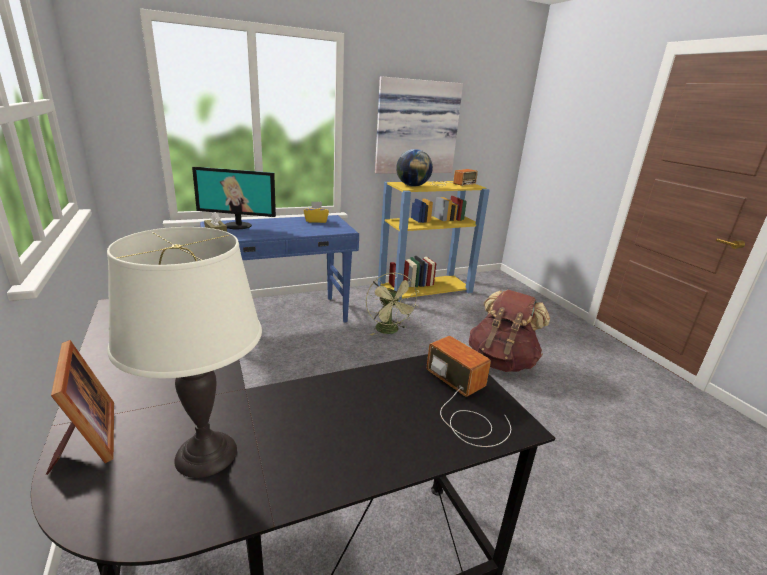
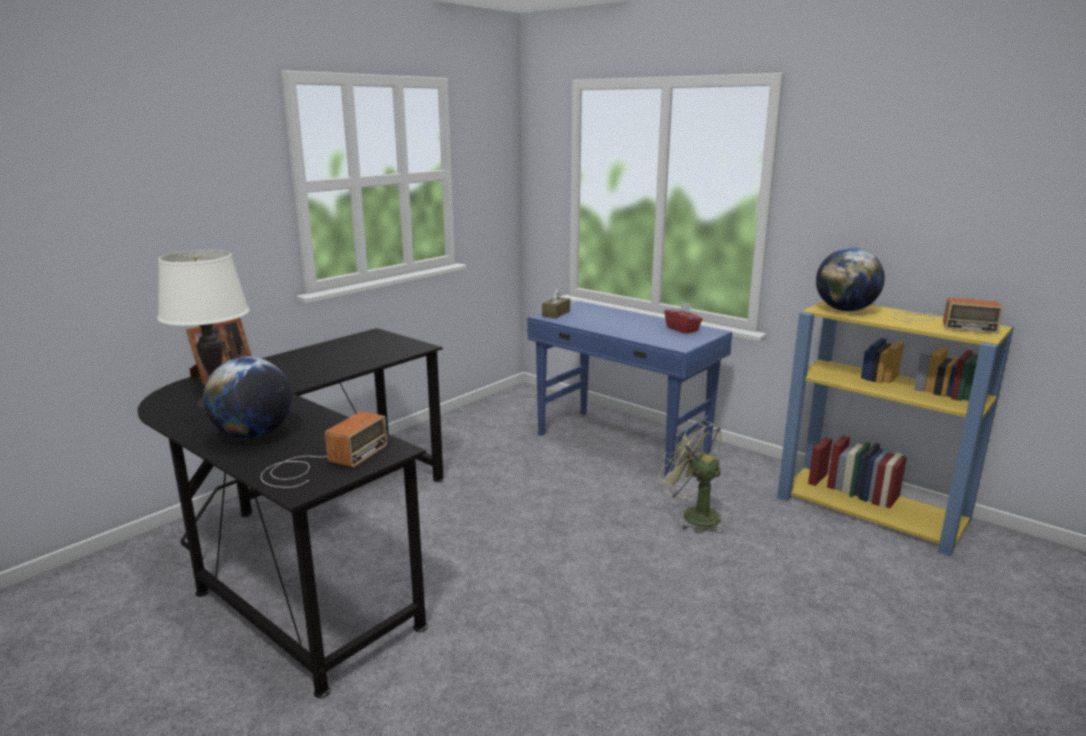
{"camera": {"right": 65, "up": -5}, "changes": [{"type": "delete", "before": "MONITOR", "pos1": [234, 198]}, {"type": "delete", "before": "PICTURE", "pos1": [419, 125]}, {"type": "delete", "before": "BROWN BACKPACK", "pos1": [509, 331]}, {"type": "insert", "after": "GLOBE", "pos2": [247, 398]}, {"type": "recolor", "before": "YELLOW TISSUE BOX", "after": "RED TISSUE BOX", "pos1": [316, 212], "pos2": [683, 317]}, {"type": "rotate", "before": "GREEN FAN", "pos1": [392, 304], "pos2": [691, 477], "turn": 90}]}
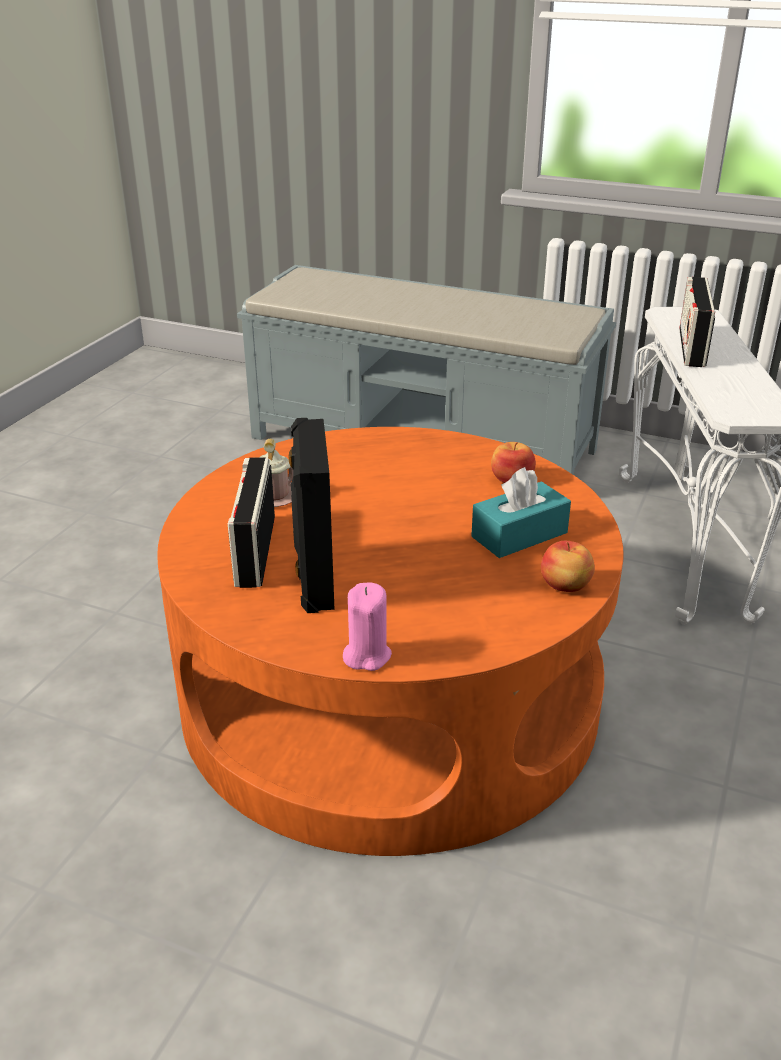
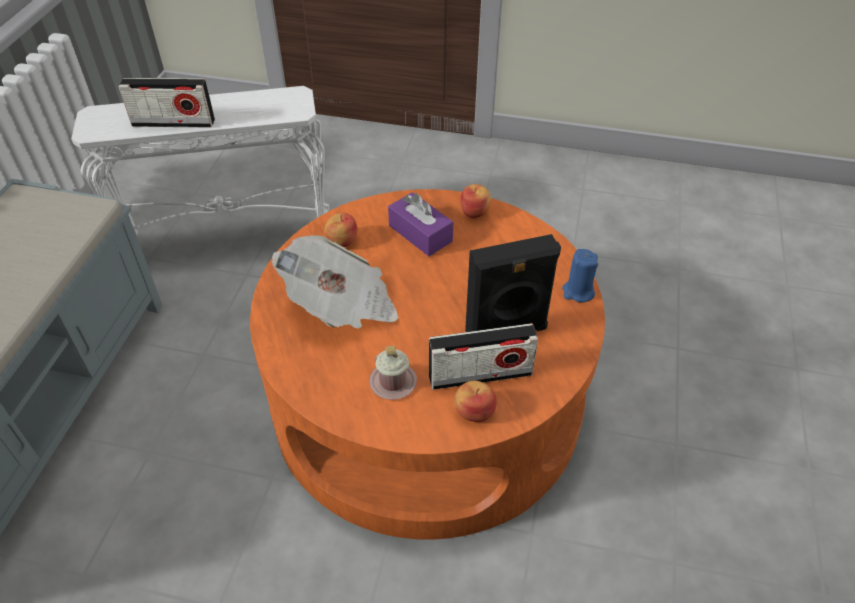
{"camera": {"right": -100, "up": 15}, "changes": [{"type": "insert", "after": "NEWSPAPER", "pos2": [335, 282]}, {"type": "insert", "after": "APPLE", "pos2": [475, 401]}, {"type": "recolor", "before": "PINK CANDLE", "after": "BLUE CANDLE", "pos1": [367, 627], "pos2": [580, 275]}, {"type": "recolor", "before": "TURQUOISE TISSUE BOX", "after": "PURPLE TISSUE BOX", "pos1": [521, 512], "pos2": [420, 224]}]}
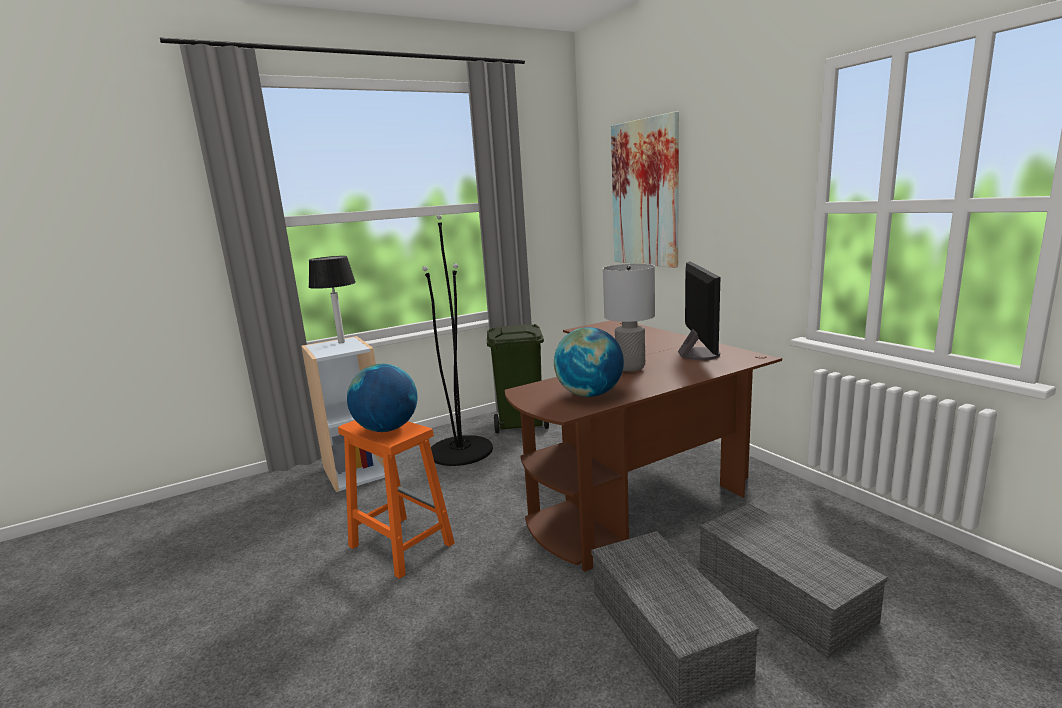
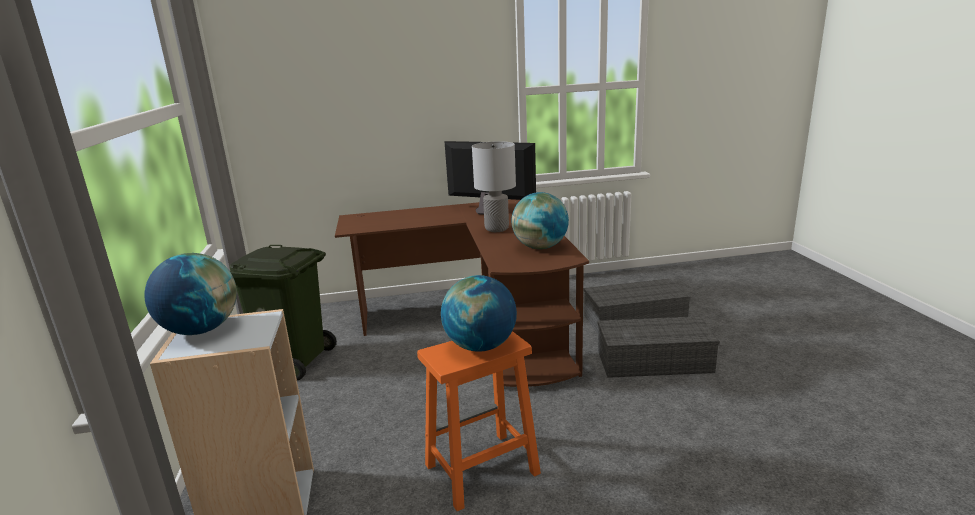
{"camera": {"right": -70, "up": 5}, "changes": [{"type": "delete", "before": "BLACK FLOOR LAMP", "pos1": [457, 340]}, {"type": "delete", "before": "PICTURE", "pos1": [645, 190]}, {"type": "replace", "before": "TABLE LAMP", "after": "GLOBE", "pos1": [332, 299], "pos2": [190, 294]}]}
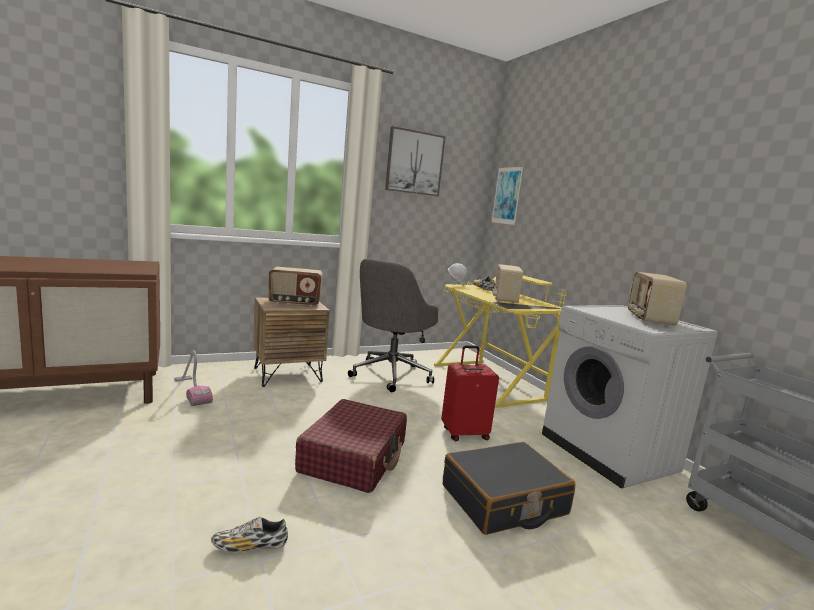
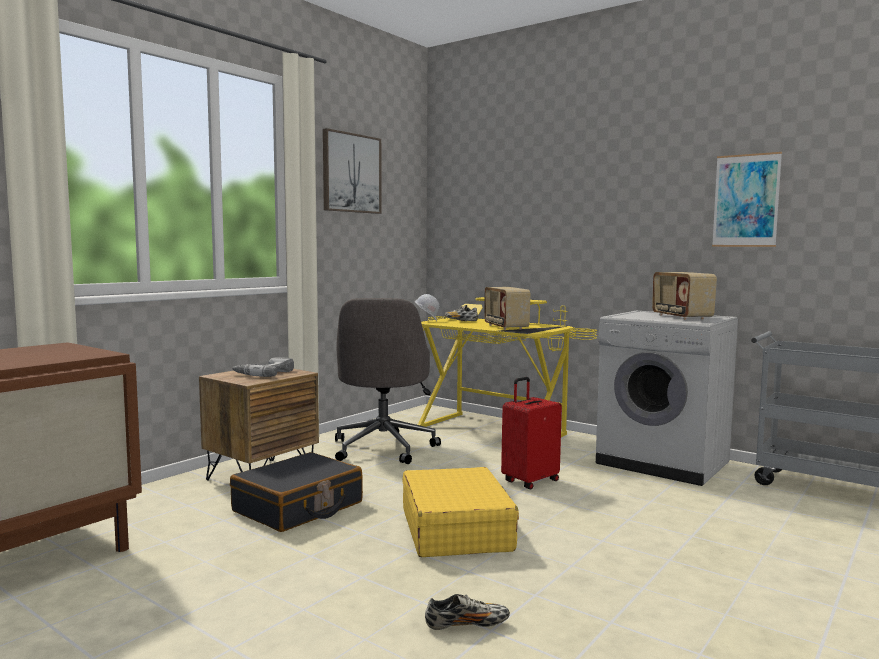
{"camera": {"right": -25, "up": -5}, "changes": [{"type": "delete", "before": "VACUUM CLEANER", "pos1": [193, 378]}, {"type": "move", "before": "BLACK SUITCASE", "pos1": [509, 488], "pos2": [296, 492]}, {"type": "move", "before": "PICTURE", "pos1": [507, 196], "pos2": [747, 199]}, {"type": "replace", "before": "RADIO", "after": "POWER DRILL", "pos1": [295, 287], "pos2": [263, 367]}, {"type": "recolor", "before": "RED SUITCASE", "after": "YELLOW SUITCASE", "pos1": [351, 446], "pos2": [460, 512]}, {"type": "rotate", "before": "SHOE", "pos1": [249, 534], "pos2": [467, 612], "turn": -150}]}
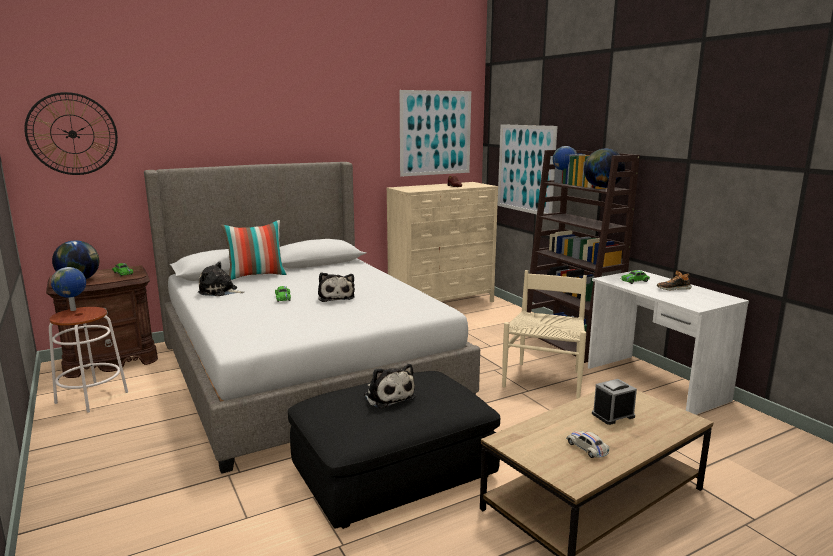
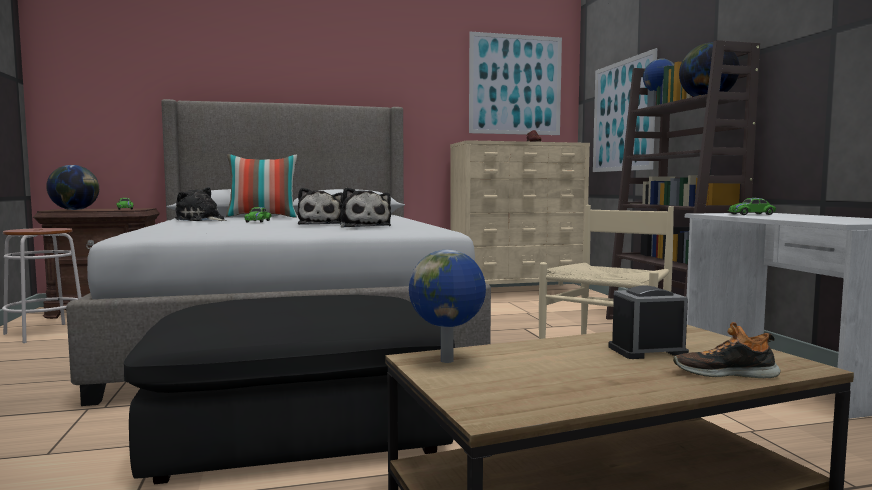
{"camera": {"right": 15, "up": -10}, "changes": [{"type": "delete", "before": "WALL CLOCK", "pos1": [71, 133]}, {"type": "delete", "before": "WHITE TOY CAR", "pos1": [588, 444]}, {"type": "move", "before": "GLOBE", "pos1": [68, 289], "pos2": [447, 306]}, {"type": "move", "before": "PLUSH TOY", "pos1": [390, 386], "pos2": [365, 207]}, {"type": "move", "before": "SHOE", "pos1": [674, 280], "pos2": [726, 350]}]}
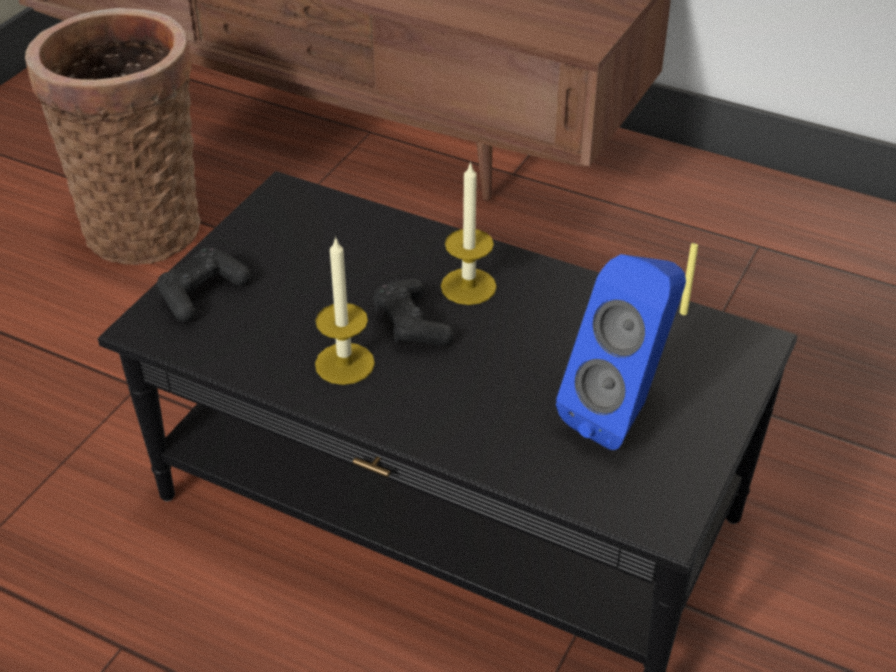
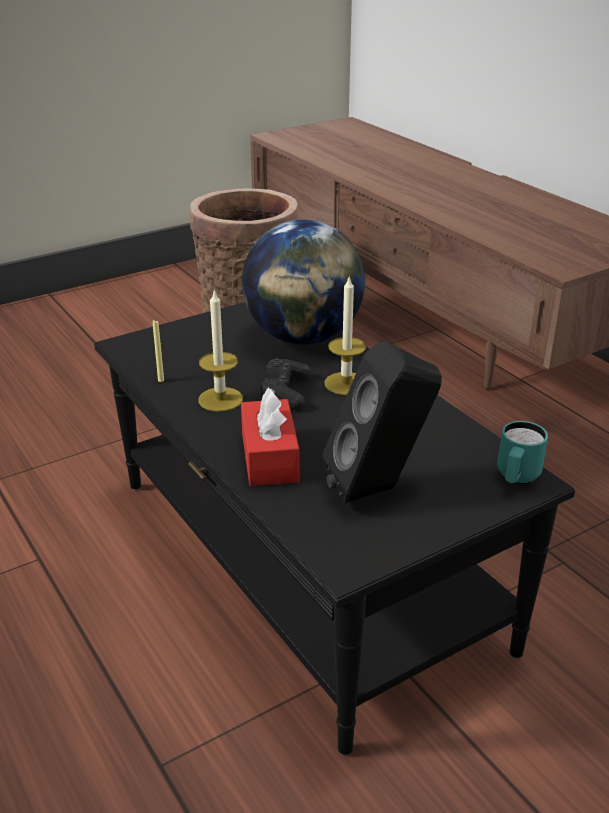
{"camera": {"right": 30, "up": -10}, "changes": [{"type": "delete", "before": "BLACK GAME CONTROLLER", "pos1": [204, 284]}, {"type": "insert", "after": "RED TISSUE BOX", "pos2": [270, 437]}, {"type": "insert", "after": "GLOBE", "pos2": [303, 282]}, {"type": "insert", "after": "TURQUOISE MUG", "pos2": [523, 453]}, {"type": "move", "before": "YELLOW CANDLE", "pos1": [689, 279], "pos2": [158, 351]}, {"type": "recolor", "before": "BLUE SPEAKER", "after": "BLACK SPEAKER", "pos1": [621, 352], "pos2": [382, 422]}]}
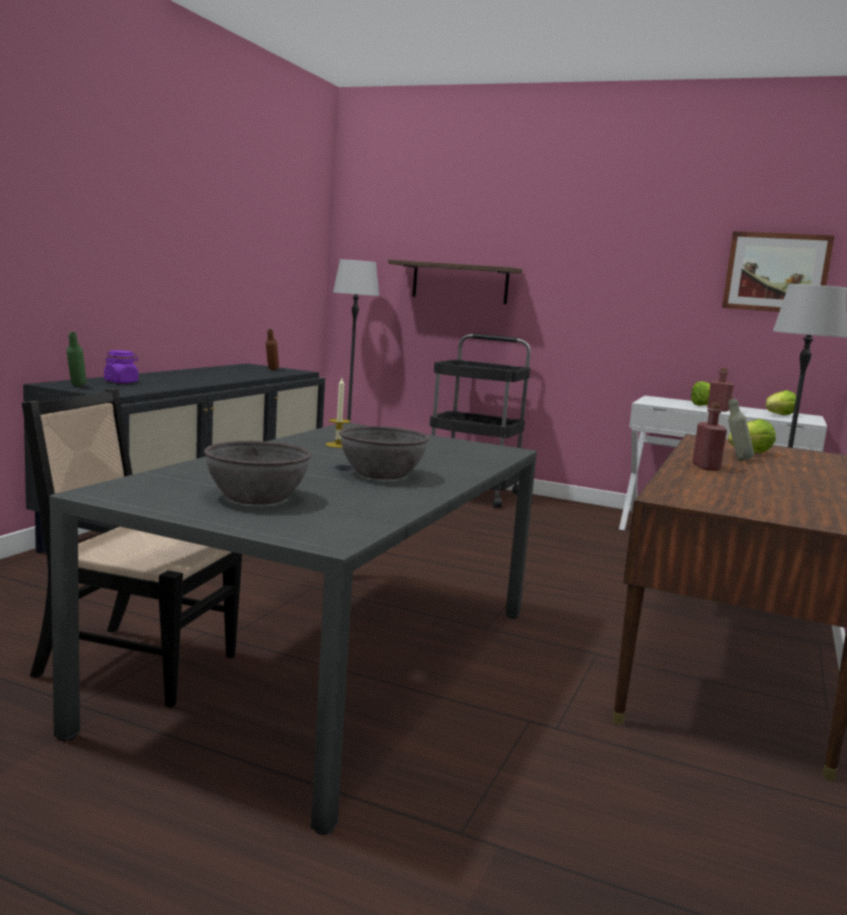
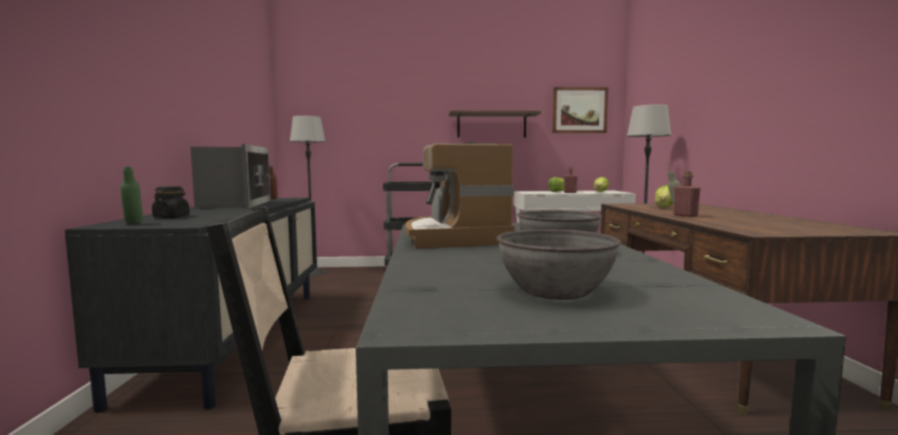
{"camera": {"right": -25, "up": -5}, "changes": [{"type": "insert", "after": "MICROWAVE", "pos2": [230, 176]}, {"type": "move", "before": "SHELF", "pos1": [455, 282], "pos2": [495, 124]}, {"type": "replace", "before": "CANDLE", "after": "COFFEE MACHINE", "pos1": [338, 413], "pos2": [460, 195]}, {"type": "recolor", "before": "PURPLE JAR", "after": "BLACK JAR", "pos1": [121, 367], "pos2": [171, 202]}]}
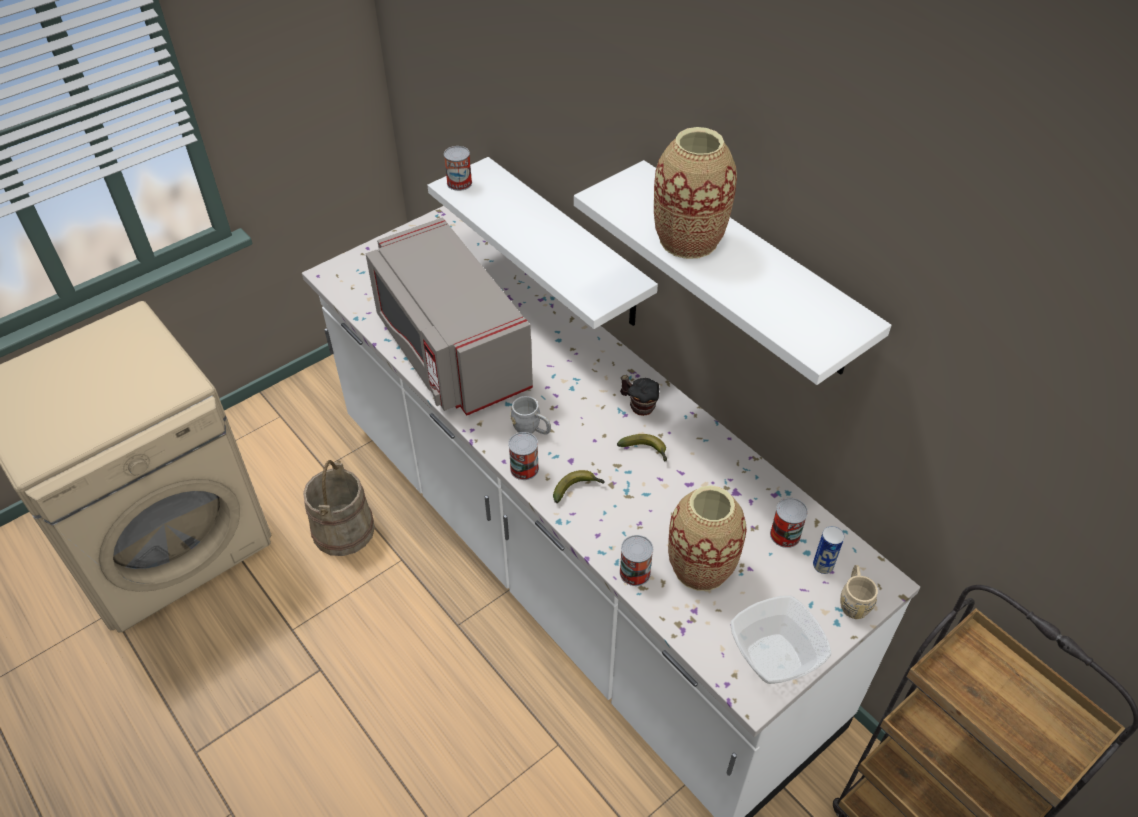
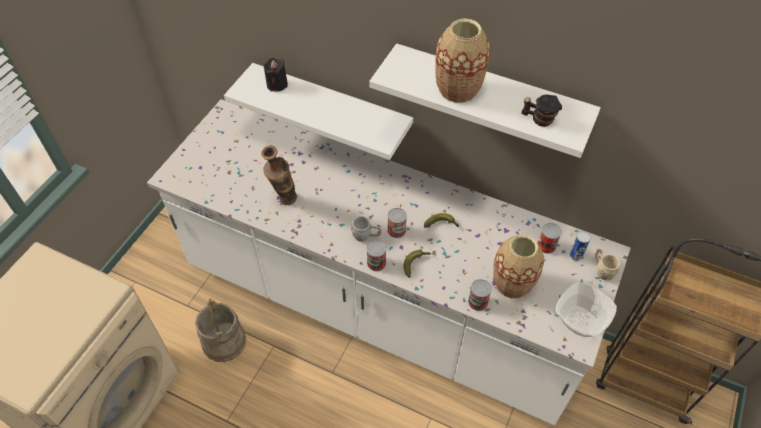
{"camera": {"right": -25, "up": 5}, "changes": [{"type": "insert", "after": "BLACK CANDLE", "pos2": [276, 75]}, {"type": "move", "before": "CAN", "pos1": [458, 168], "pos2": [397, 223]}, {"type": "move", "before": "MUG", "pos1": [639, 395], "pos2": [541, 111]}, {"type": "replace", "before": "GREY MICROWAVE", "after": "VASE", "pos1": [449, 316], "pos2": [279, 175]}]}
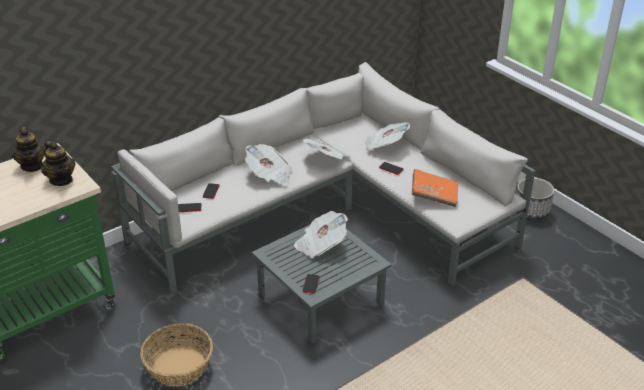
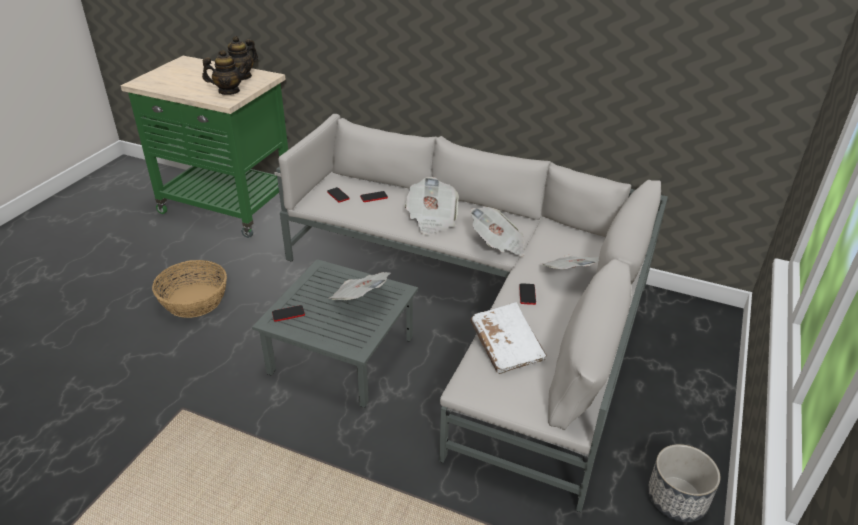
{"camera": {"right": 60, "up": 0}, "changes": [{"type": "recolor", "before": "ORANGE BOOK", "after": "WHITE BOOK", "pos1": [435, 188], "pos2": [508, 338]}, {"type": "rotate", "before": "TEAPOT", "pos1": [58, 163], "pos2": [225, 72], "turn": -120}]}
